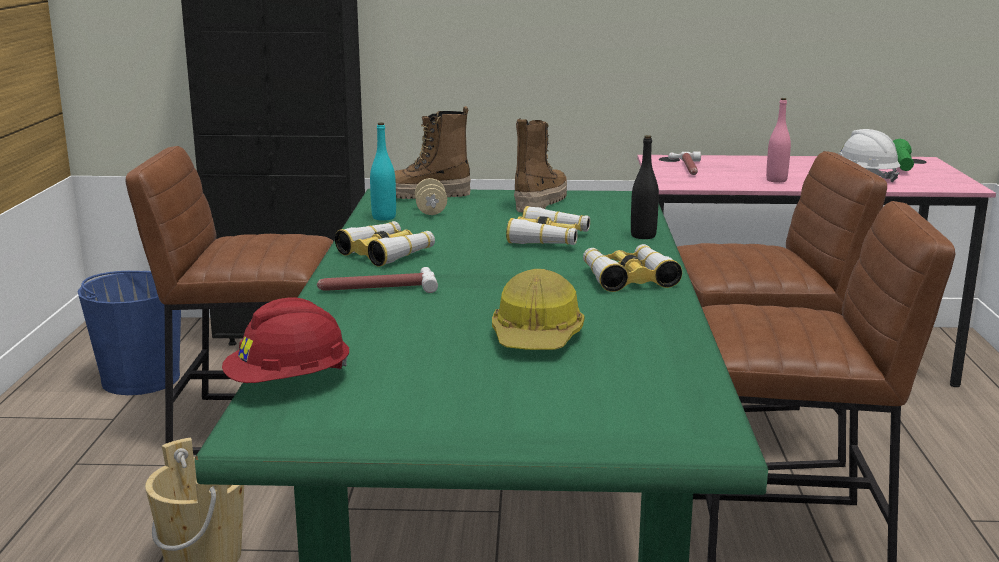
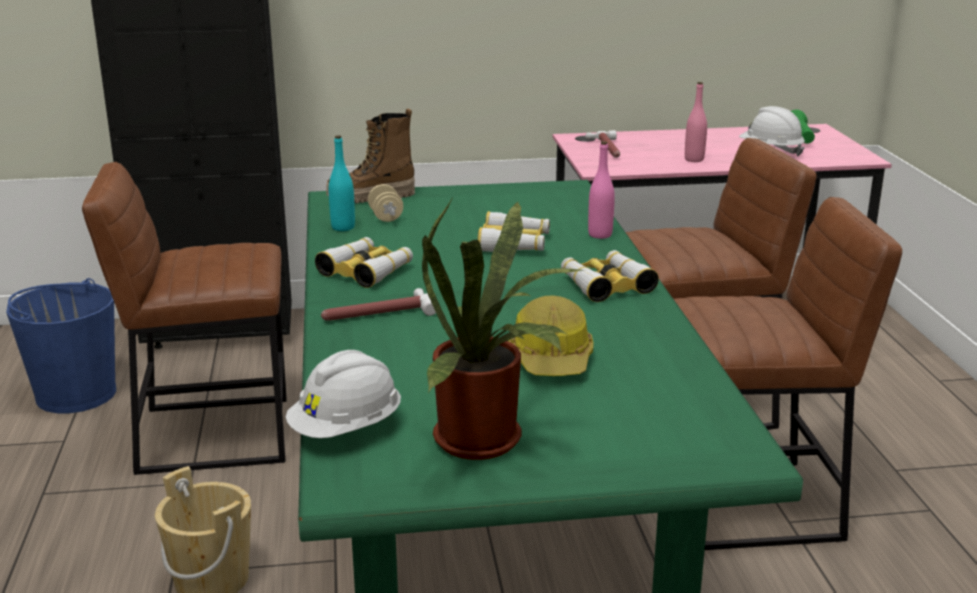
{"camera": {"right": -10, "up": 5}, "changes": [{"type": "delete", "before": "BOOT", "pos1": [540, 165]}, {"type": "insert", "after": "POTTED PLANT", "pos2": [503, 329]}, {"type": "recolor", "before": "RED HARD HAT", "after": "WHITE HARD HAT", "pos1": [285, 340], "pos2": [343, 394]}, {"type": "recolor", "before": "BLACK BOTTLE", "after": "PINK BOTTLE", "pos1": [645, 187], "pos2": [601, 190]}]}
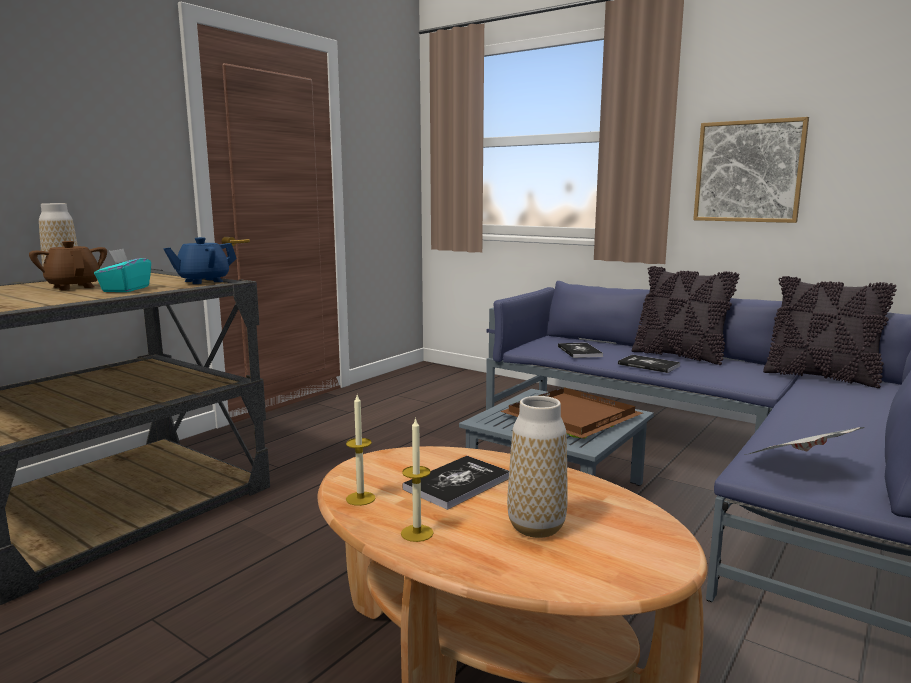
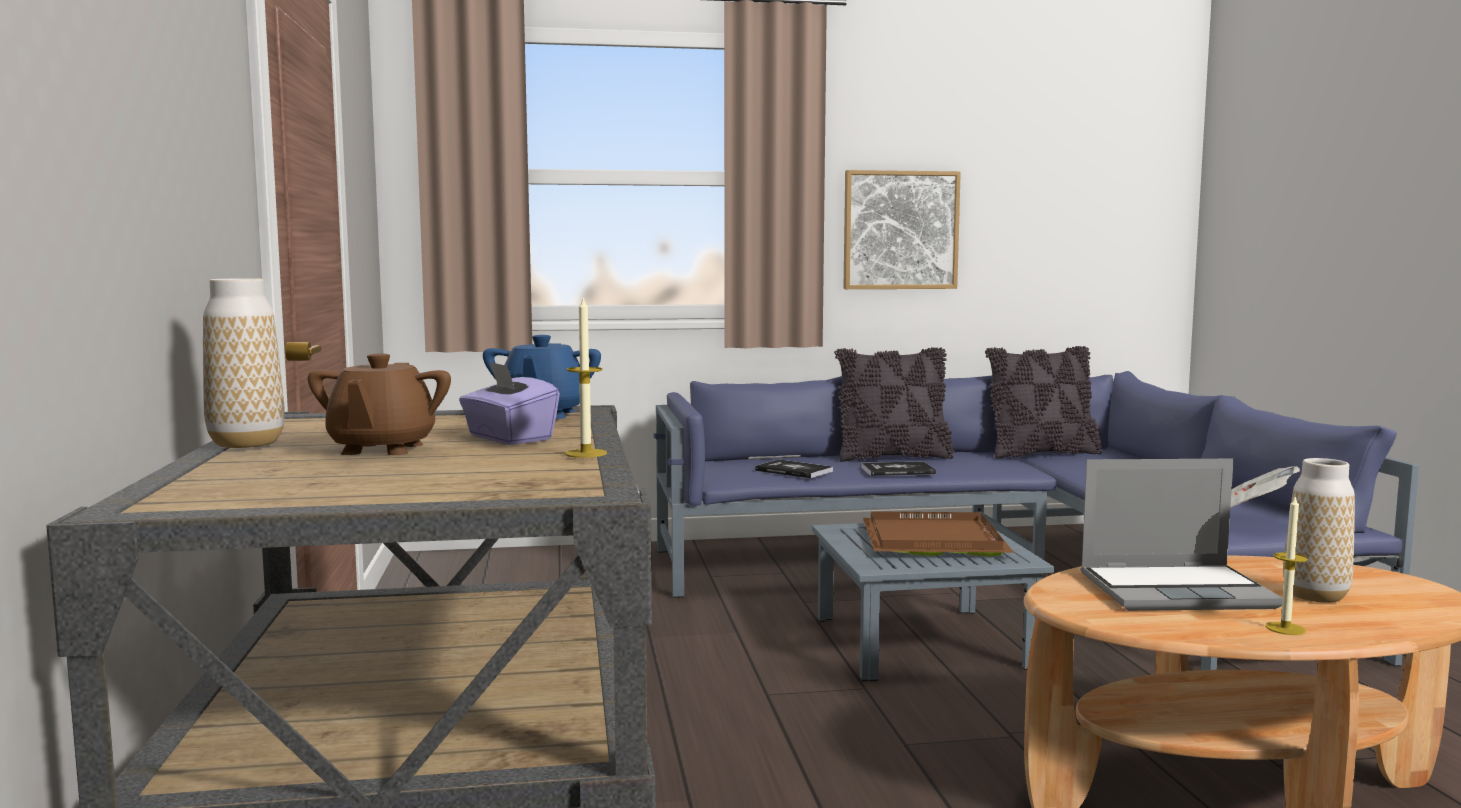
{"camera": {"right": -45, "up": -5}, "changes": [{"type": "move", "before": "CANDLE", "pos1": [361, 450], "pos2": [586, 378]}, {"type": "replace", "before": "BOOK", "after": "LAPTOP", "pos1": [455, 483], "pos2": [1182, 535]}, {"type": "recolor", "before": "TURQUOISE TISSUE BOX", "after": "PURPLE TISSUE BOX", "pos1": [122, 270], "pos2": [509, 403]}, {"type": "rotate", "before": "BROWN TEAPOT", "pos1": [68, 265], "pos2": [379, 404], "turn": -90}]}
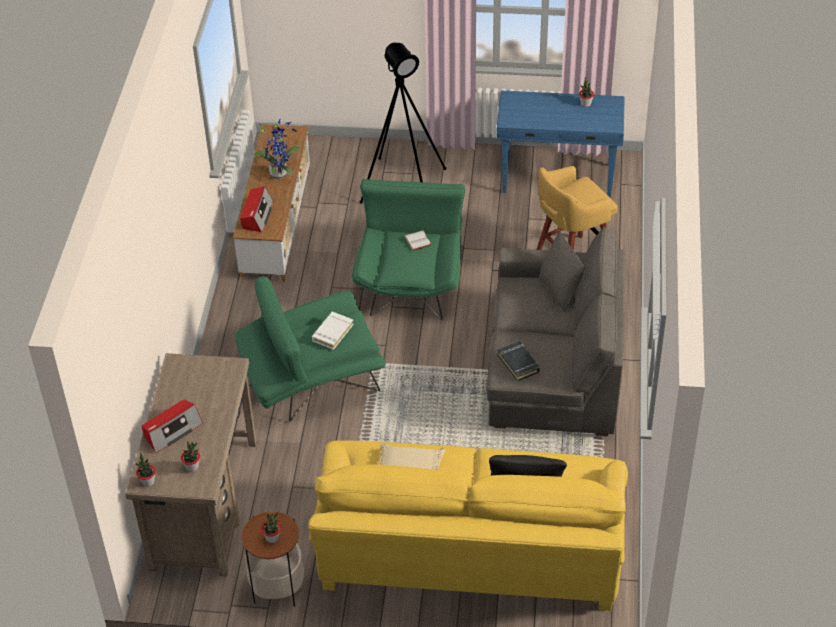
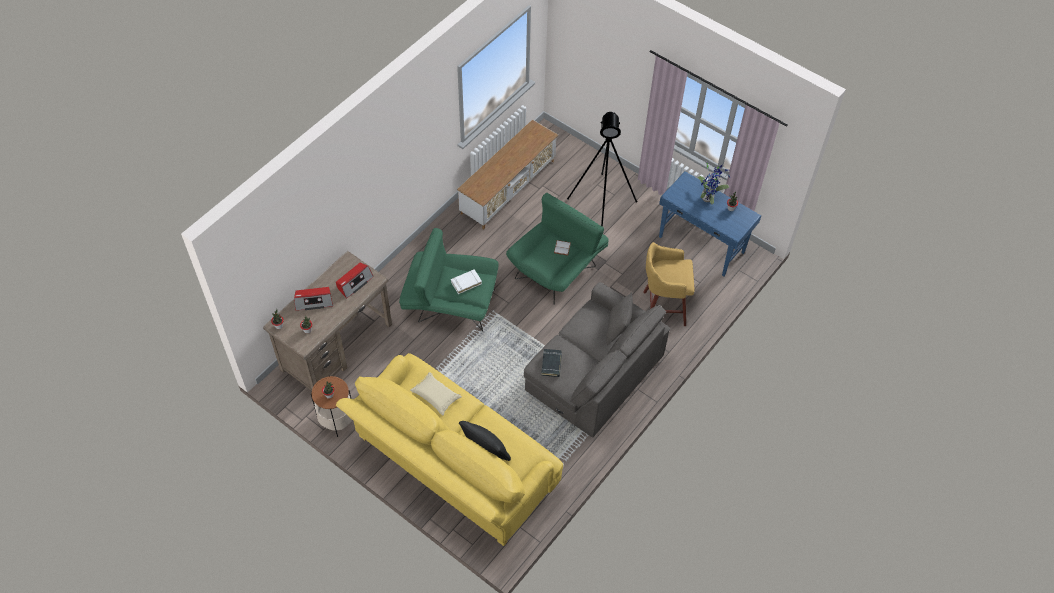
{"camera": {"right": 30, "up": 10}, "changes": [{"type": "move", "before": "RADIO", "pos1": [256, 209], "pos2": [355, 281]}, {"type": "move", "before": "POTTED PLANT", "pos1": [277, 148], "pos2": [713, 182]}]}
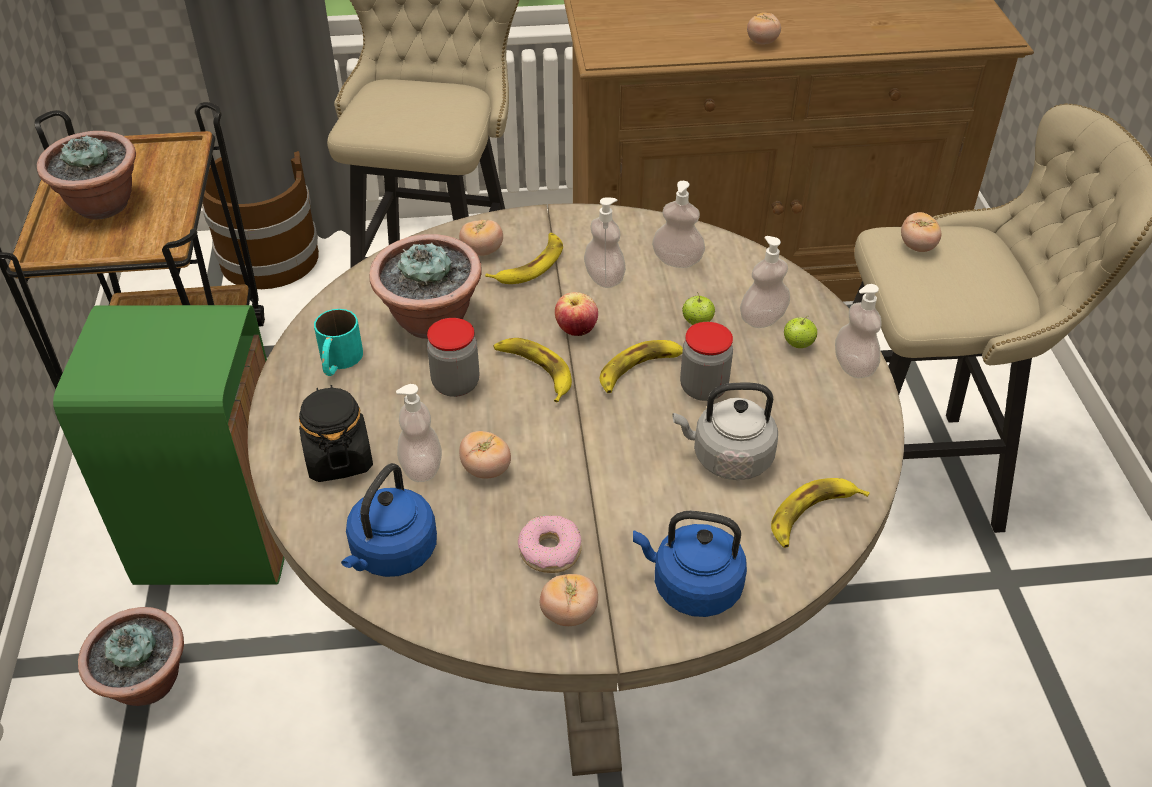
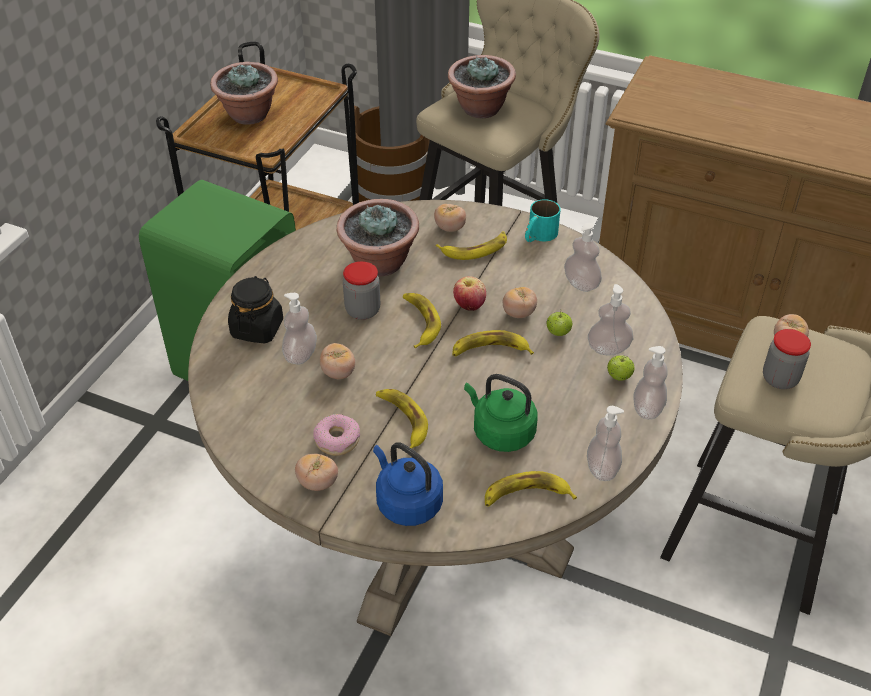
{"camera": {"right": 30, "up": 0}, "changes": [{"type": "delete", "before": "BLUE KETTLE", "pos1": [389, 520]}, {"type": "insert", "after": "BANANA", "pos2": [402, 419]}, {"type": "move", "before": "POTTED PLANT", "pos1": [131, 656], "pos2": [482, 87]}, {"type": "move", "before": "TURQUOISE MUG", "pos1": [338, 342], "pos2": [542, 220]}, {"type": "move", "before": "SOAP DISPENSER", "pos1": [605, 242], "pos2": [605, 443]}, {"type": "move", "before": "JAR", "pos1": [706, 361], "pos2": [787, 359]}, {"type": "move", "before": "TOMATO", "pos1": [764, 28], "pos2": [520, 302]}, {"type": "recolor", "before": "GREY KETTLE", "after": "GREEN KETTLE", "pos1": [725, 431], "pos2": [500, 413]}]}
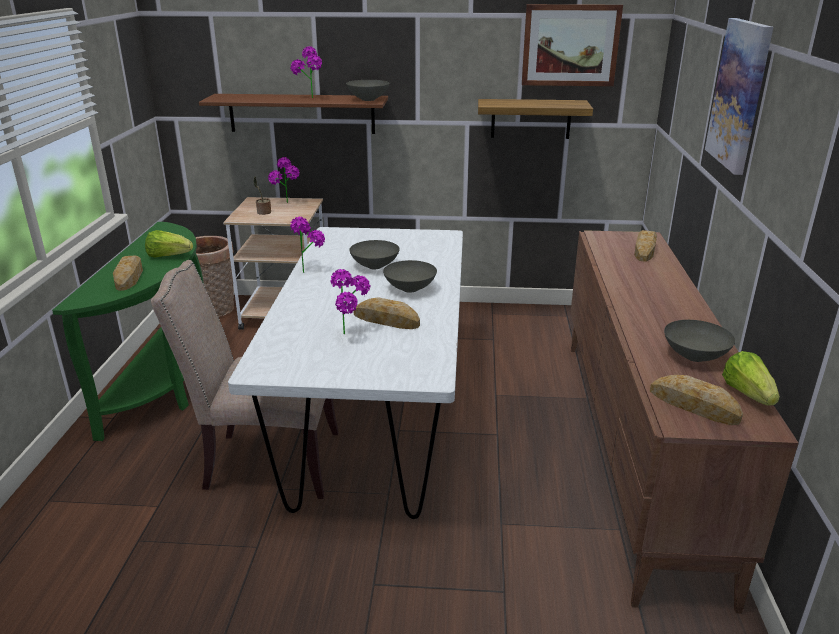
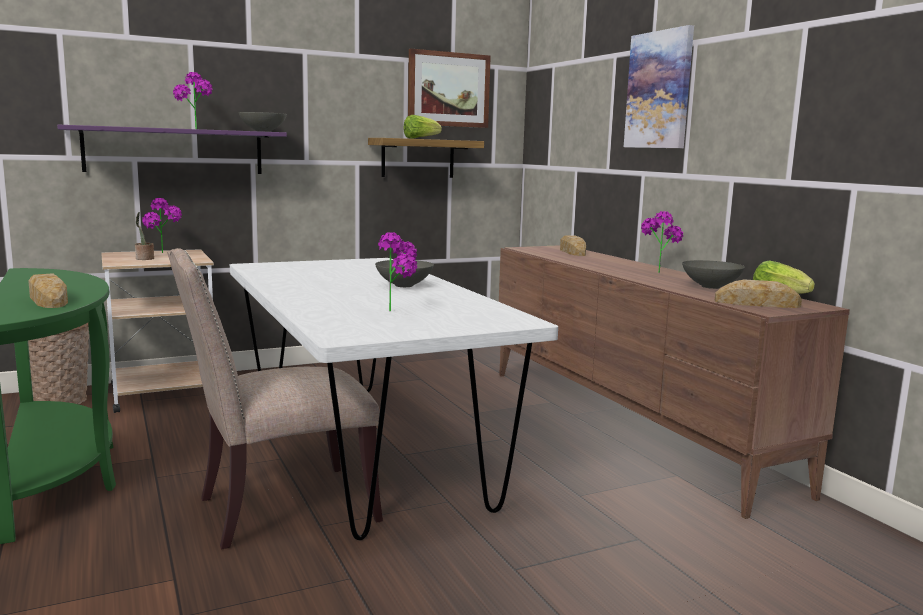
{"camera": {"right": -30, "up": -15}, "changes": [{"type": "delete", "before": "GREY BOWL", "pos1": [374, 255]}, {"type": "delete", "before": "BREAD", "pos1": [387, 313]}, {"type": "move", "before": "LETTUCE", "pos1": [169, 243], "pos2": [423, 127]}, {"type": "move", "before": "POTTED PLANT", "pos1": [307, 245], "pos2": [662, 242]}, {"type": "recolor", "before": "BROWN SHELF", "after": "PURPLE SHELF", "pos1": [293, 114], "pos2": [172, 149]}]}
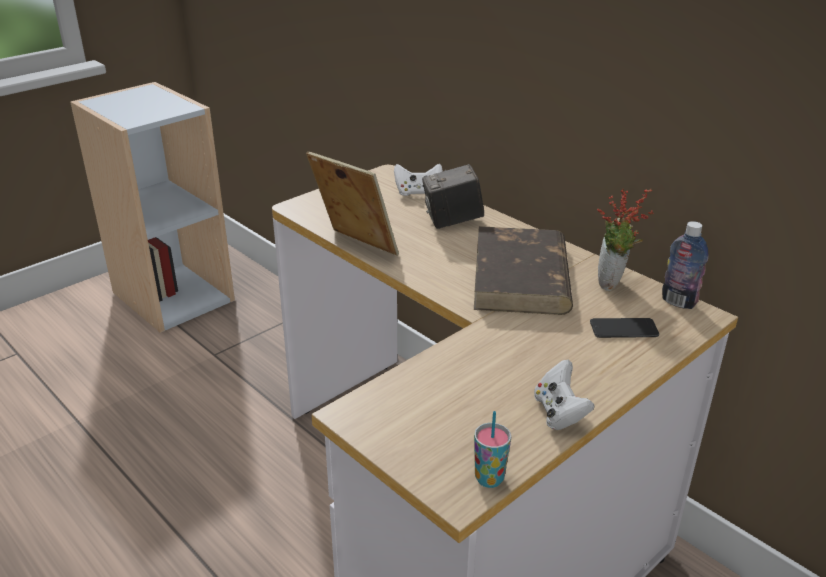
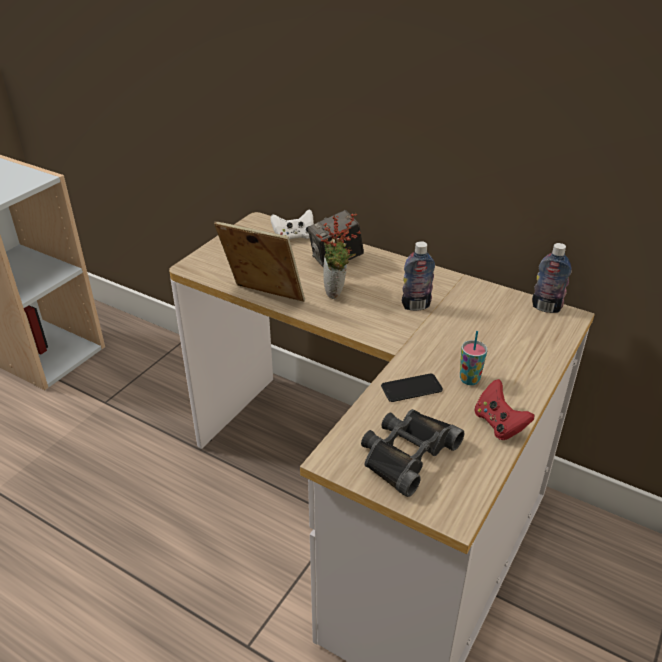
{"camera": {"right": -15, "up": 5}, "changes": [{"type": "insert", "after": "BLACK BINOCULARS", "pos2": [412, 453]}, {"type": "move", "before": "CUP", "pos1": [492, 449], "pos2": [474, 358]}, {"type": "move", "before": "PHONE", "pos1": [624, 328], "pos2": [412, 387]}, {"type": "move", "before": "POTTED PLANT", "pos1": [626, 239], "pos2": [338, 256]}, {"type": "replace", "before": "BROWN BOOK", "after": "BOTTLE", "pos1": [523, 270], "pos2": [418, 276]}, {"type": "recolor", "before": "WHITE GAME CONTROLLER", "after": "RED GAME CONTROLLER", "pos1": [564, 395], "pos2": [504, 409]}]}
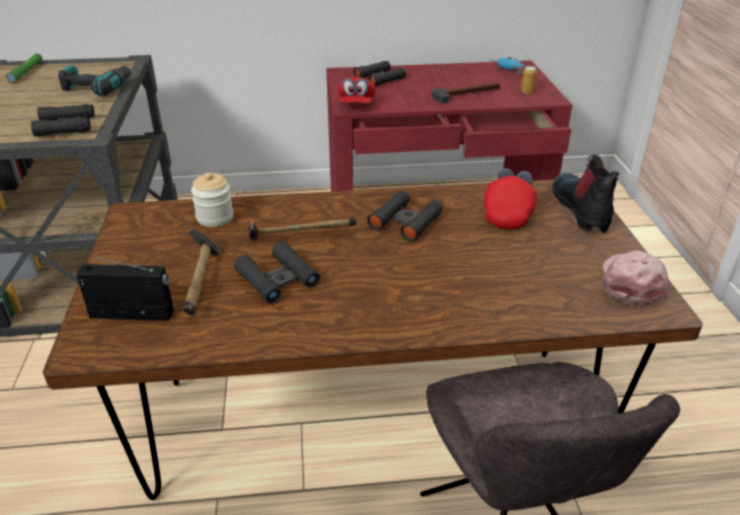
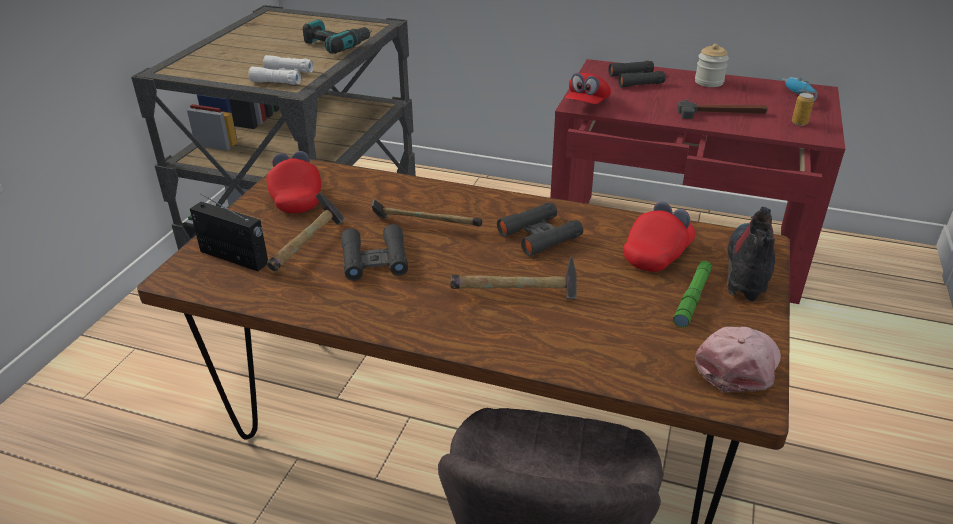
{"camera": {"right": 25, "up": 0}, "changes": [{"type": "insert", "after": "RED CAP", "pos2": [294, 182]}, {"type": "insert", "after": "HAMMER", "pos2": [513, 278]}, {"type": "move", "before": "GREEN FLASHLIGHT", "pos1": [24, 68], "pos2": [692, 294]}, {"type": "move", "before": "JAR", "pos1": [212, 199], "pos2": [712, 65]}, {"type": "recolor", "before": "BLACK BINOCULARS", "after": "WHITE BINOCULARS", "pos1": [63, 120], "pos2": [281, 70]}]}
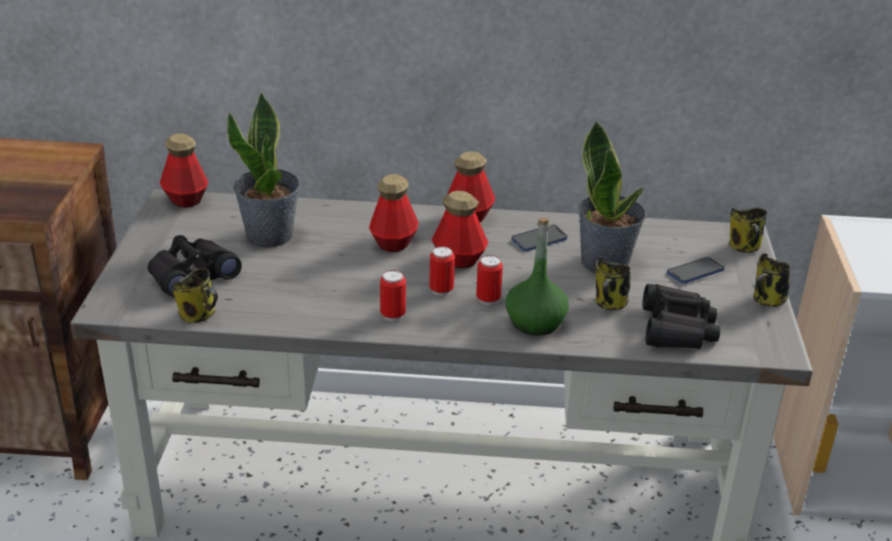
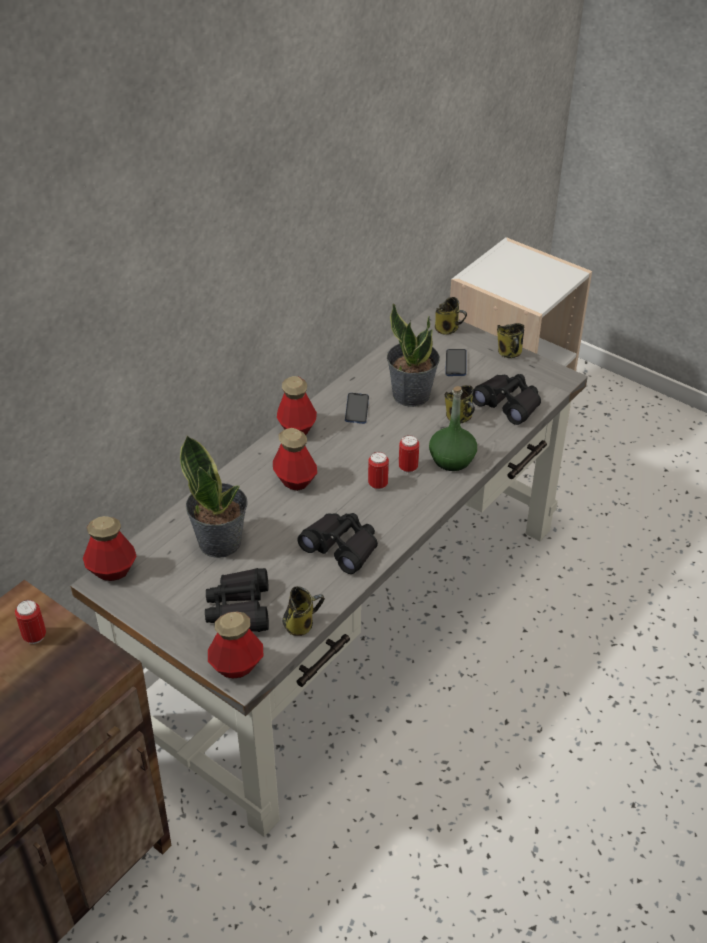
{"camera": {"right": -55, "up": 10}, "changes": [{"type": "insert", "after": "BLACK BINOCULARS", "pos2": [337, 543]}, {"type": "move", "before": "CAN", "pos1": [393, 295], "pos2": [30, 622]}, {"type": "move", "before": "BOTTLE", "pos1": [460, 229], "pos2": [235, 645]}]}
